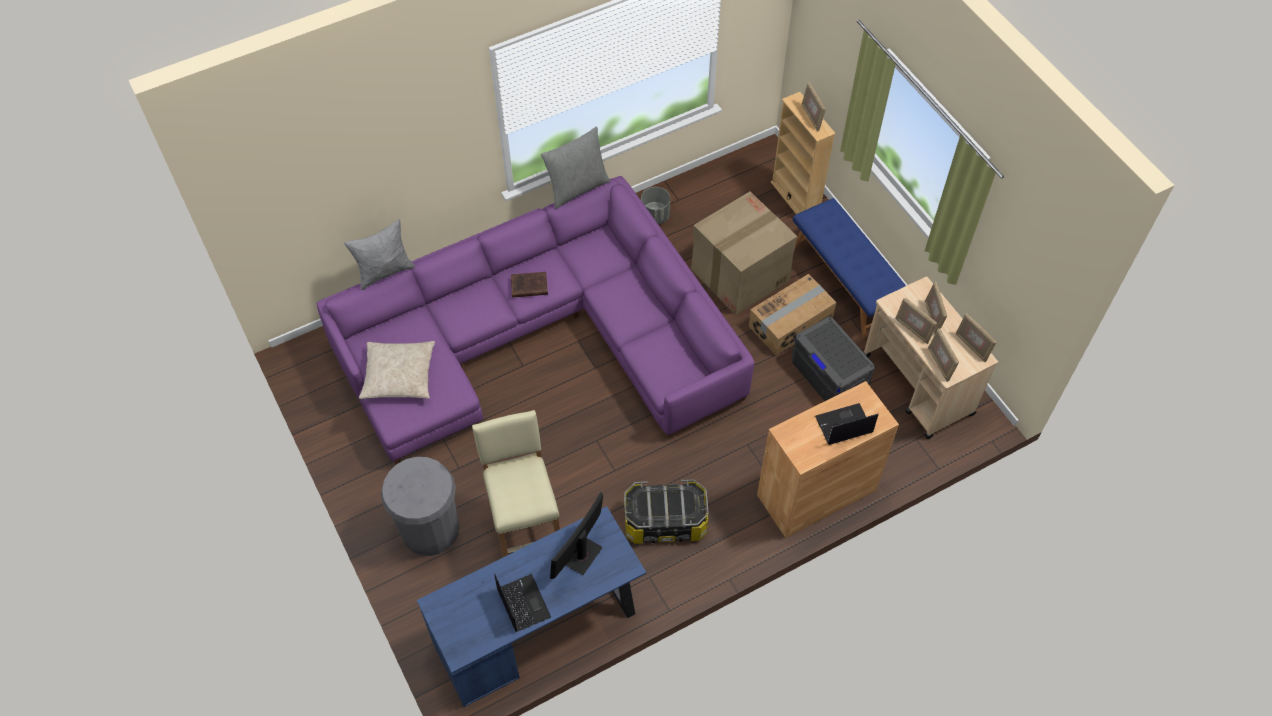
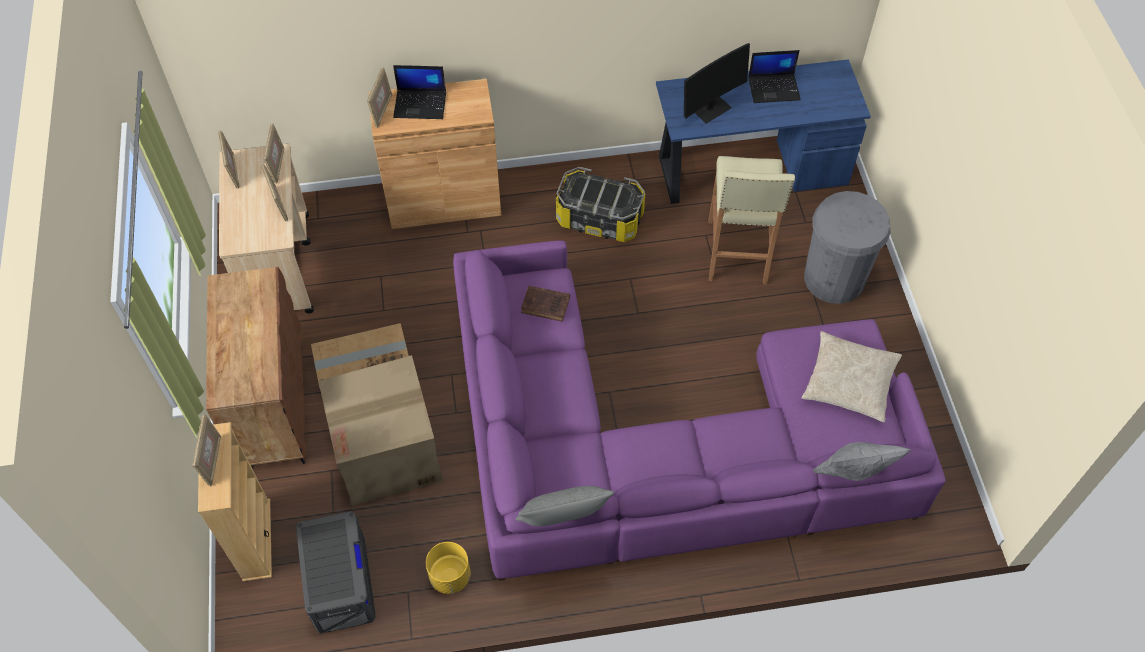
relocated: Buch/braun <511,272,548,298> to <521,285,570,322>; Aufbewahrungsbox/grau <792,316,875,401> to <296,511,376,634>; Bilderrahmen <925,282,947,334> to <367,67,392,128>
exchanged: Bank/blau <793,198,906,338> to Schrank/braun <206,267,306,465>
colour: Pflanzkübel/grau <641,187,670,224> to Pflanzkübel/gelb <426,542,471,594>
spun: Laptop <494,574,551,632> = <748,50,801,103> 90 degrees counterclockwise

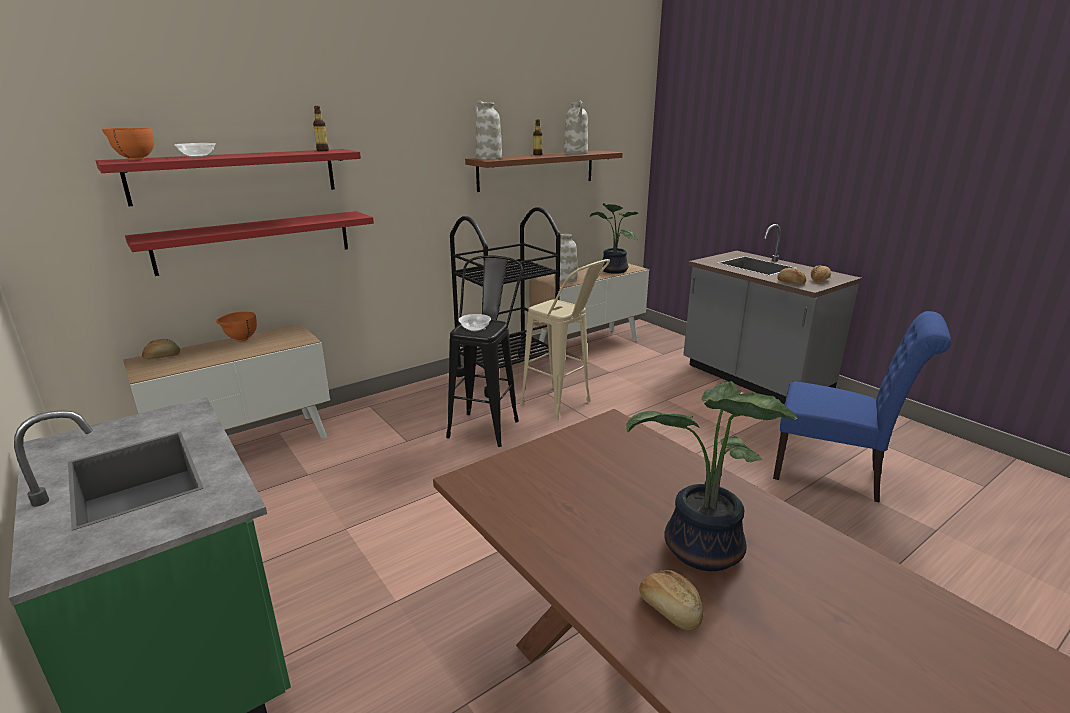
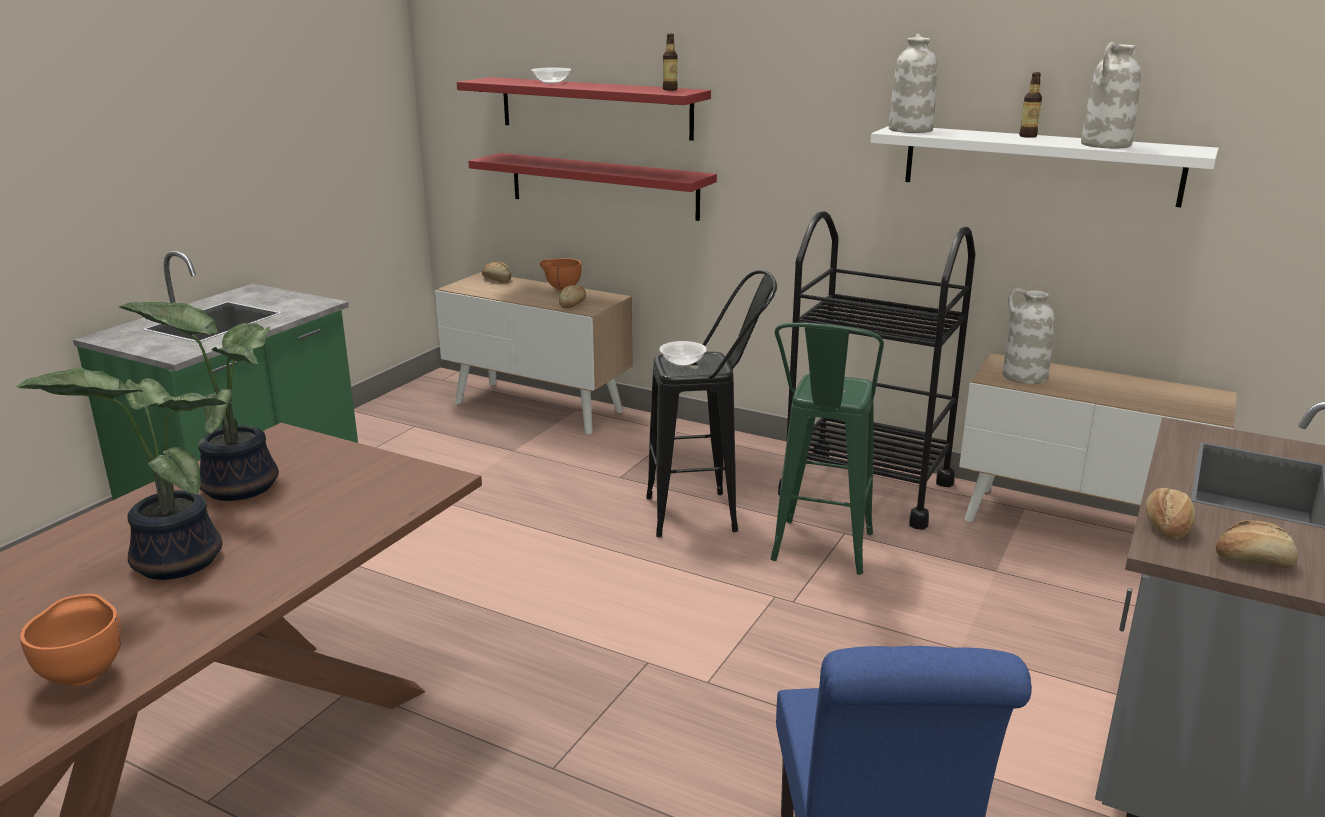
relocated: Schüssel/orange <102,128,154,161> to <20,594,121,686>; Topfpflanze <590,203,638,274> to <118,302,279,501>; Brot <639,570,703,630> to <559,285,586,308>
colour: Wandregal/braun <465,150,623,192> to Wandregal/weiß <871,126,1219,207>; Hocker/beige <520,259,610,420> to Hocker/grün <771,323,884,575>

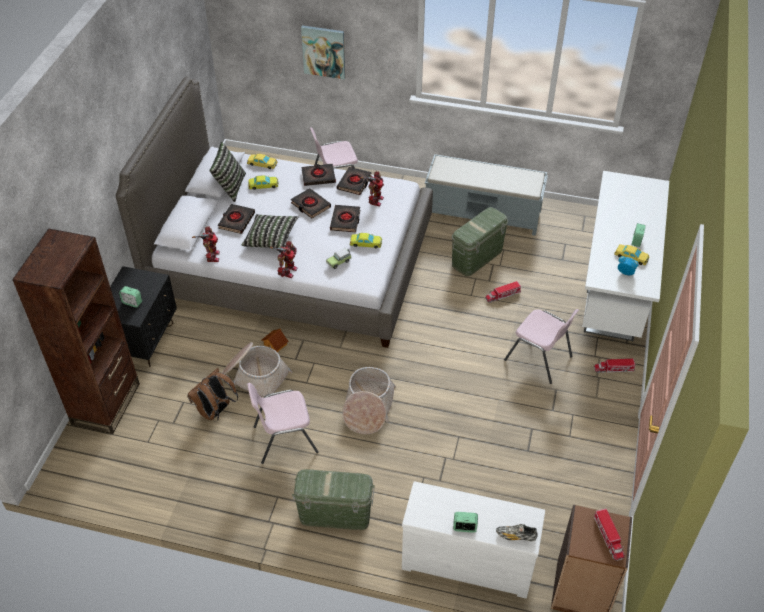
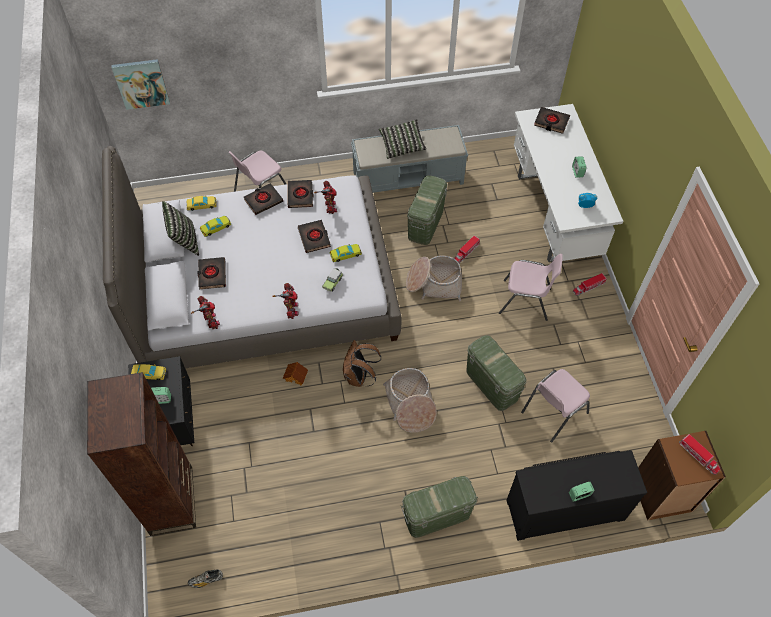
appeared: Aufbewahrungsbox/grün <466,335,526,411>
relocated: Rucksack/braun <187,368,238,421> to <343,340,381,387>; Korb <222,342,293,397> to <406,255,462,301>; Kissen <242,214,298,248> to <379,119,426,159>; Stuhl/rosa <247,383,319,464> to <521,369,590,443>; Buch/schwarz <291,188,331,219> to <534,107,570,134>; Bild <301,25,345,79> to <111,59,170,110>; Schuh <496,524,538,541> to <188,569,223,588>; Spielzeugauto/gelb <614,244,650,265> to <131,364,166,380>
colour: Kommode/weiß <402,481,545,598> to Kommode/schwarz <506,450,647,541>

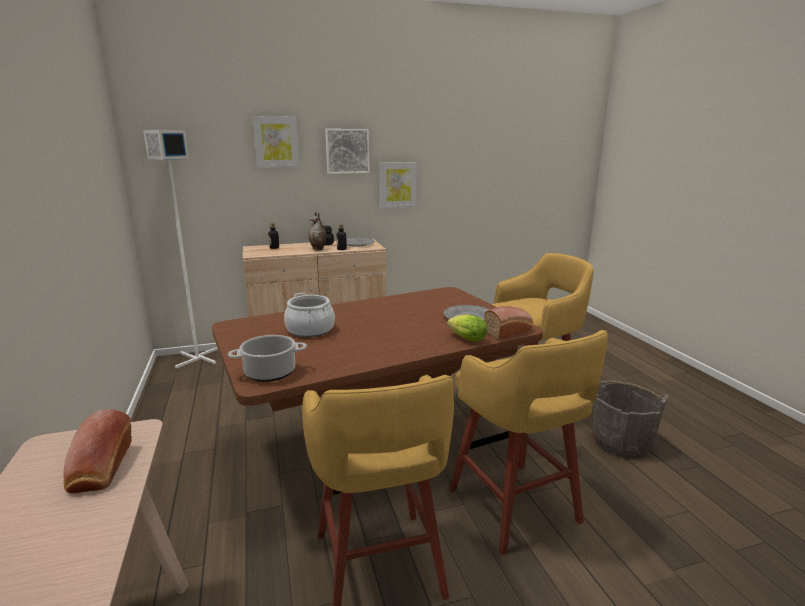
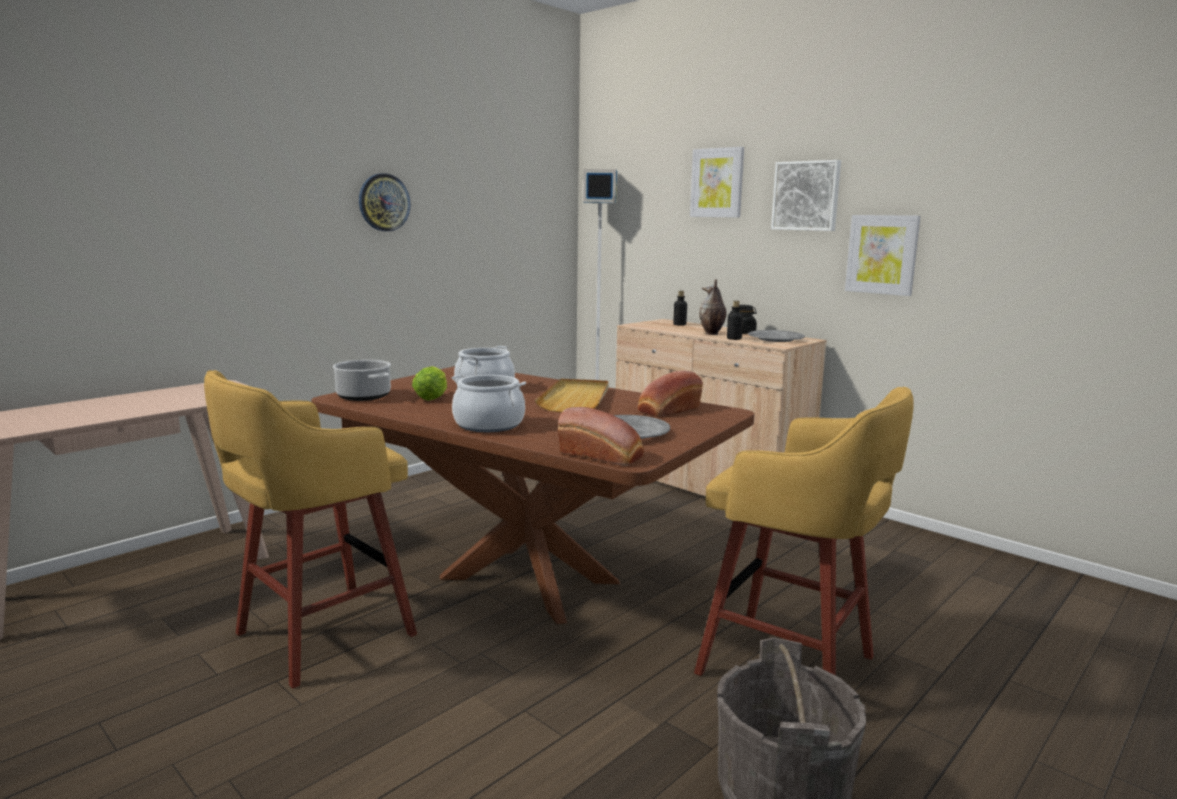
missing: Hocker/gelb <449,330,608,555>
appeared: Wanduhr <359,173,411,231>; Kochtopf <451,375,526,432>; Tablett/beige <535,379,608,412>
relocated: Brot <63,409,132,494> to <638,370,703,417>; Salatkopf <447,314,487,342> to <412,366,447,401>

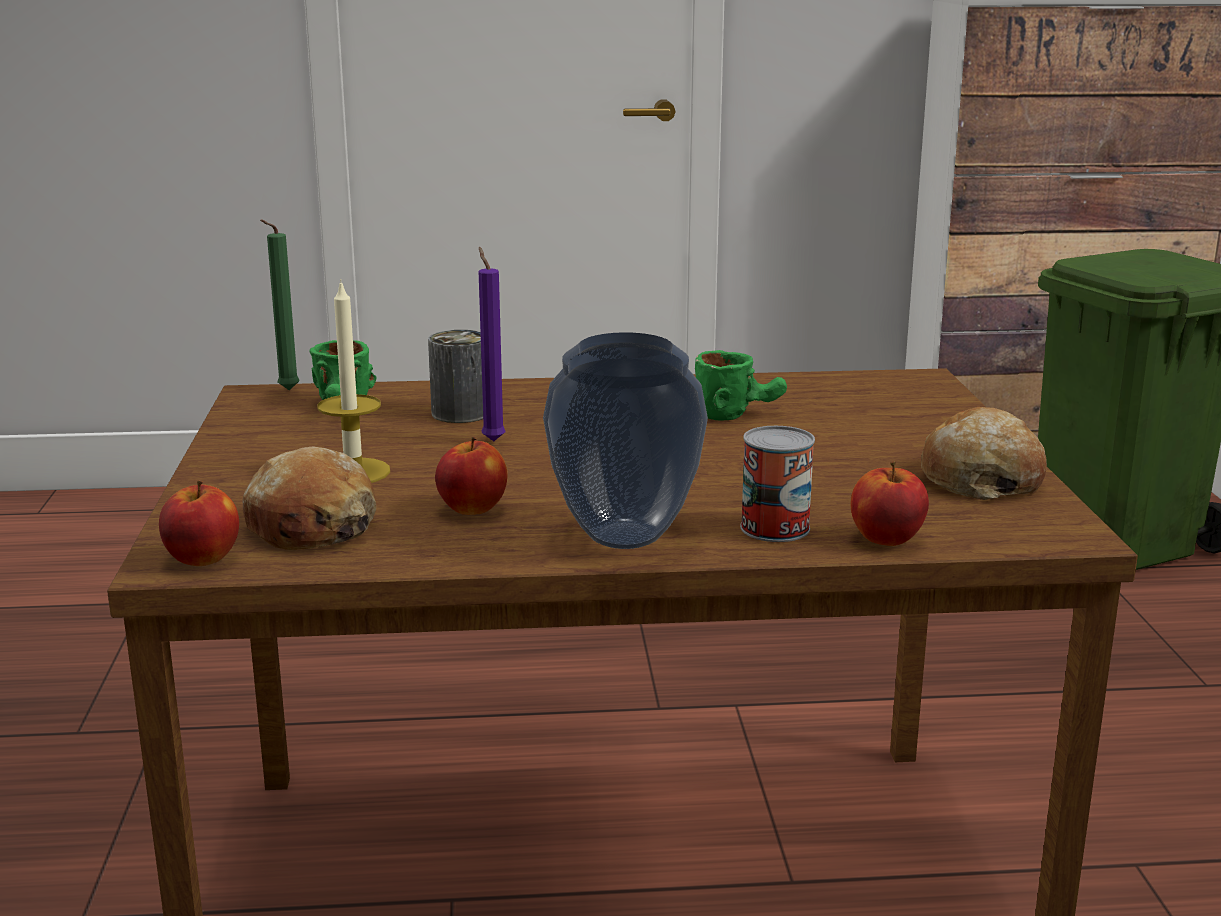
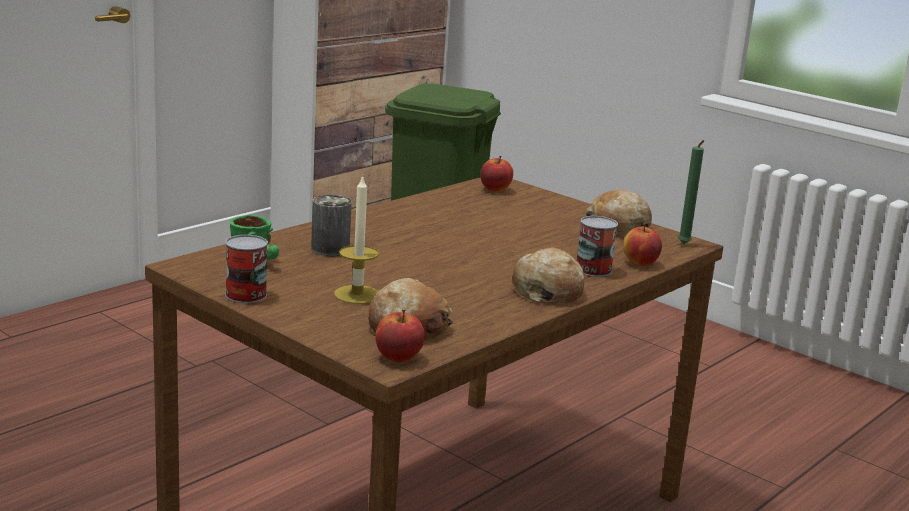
missing: Kerze/lila <478,247,505,441>; Henkelbecher/grün <695,350,787,420>
appeared: Dose <225,235,268,303>
relocated: Kerze/grün <260,220,299,390> to <678,140,704,244>; Apfel <435,437,507,515> to <480,156,513,192>
exchanged: Vase <543,332,708,549> to Brot <512,247,584,303>

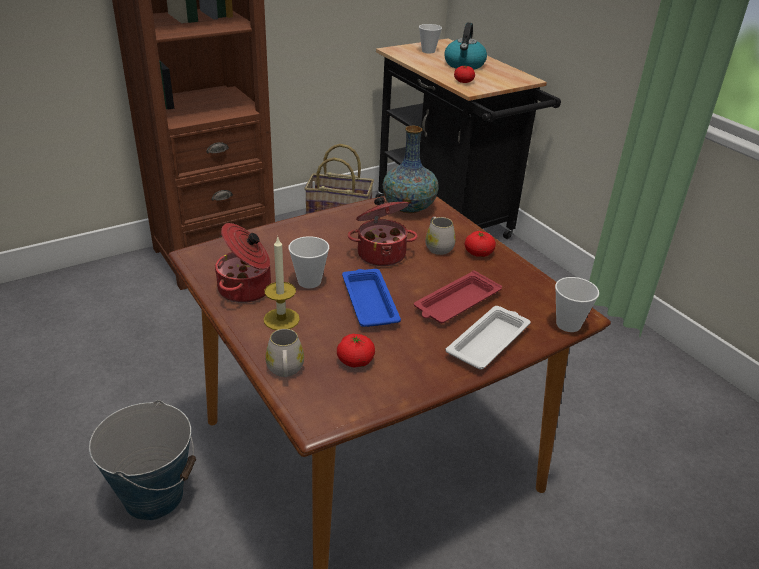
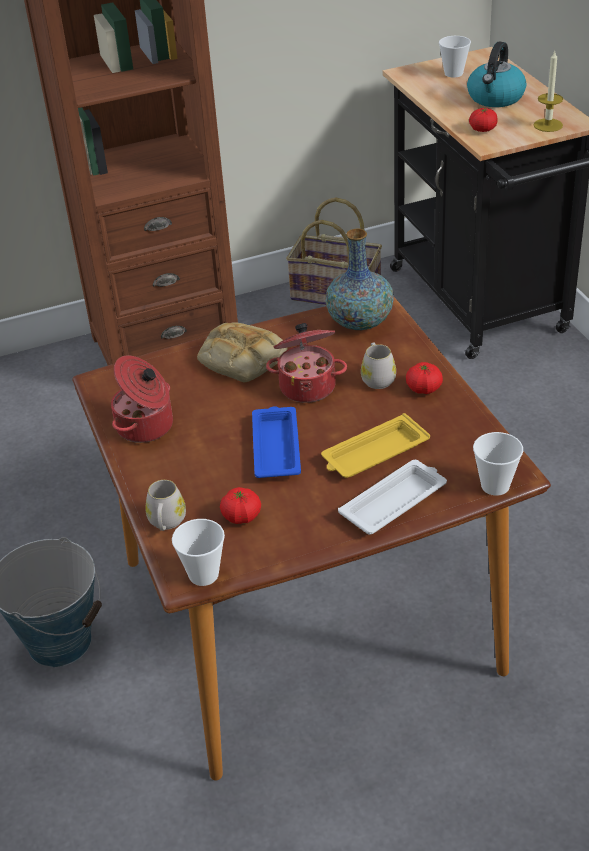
appeared: Brot <197,322,287,382>
relocated: Kerze <264,236,300,330> to <534,51,563,132>; Tasse <288,236,329,288> to <172,519,225,586>
colour: Tablett/rot <414,270,502,323> to Tablett/gelb <321,413,430,478>

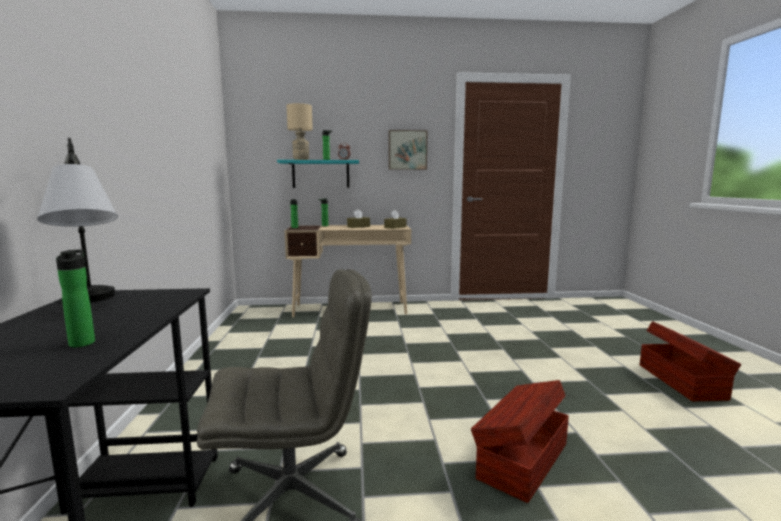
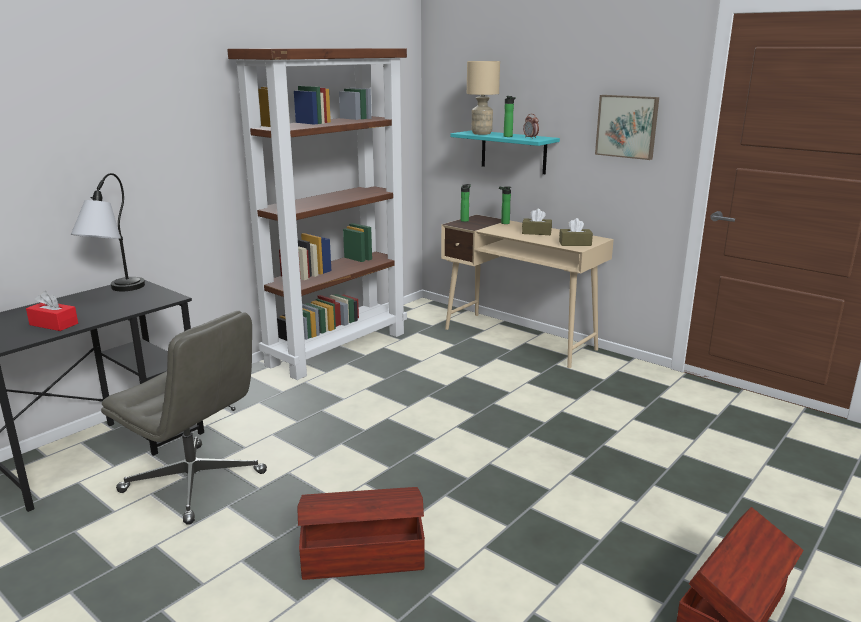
appeared: Bücherregal/braun <227,48,407,380>
exchanged: Flasche <56,250,95,347> to Taschentuchbox/rot <26,291,78,331>

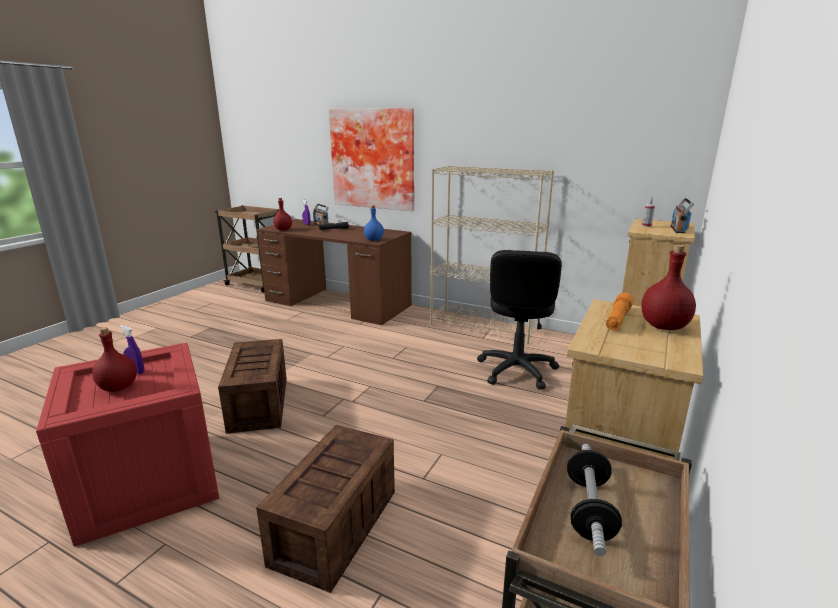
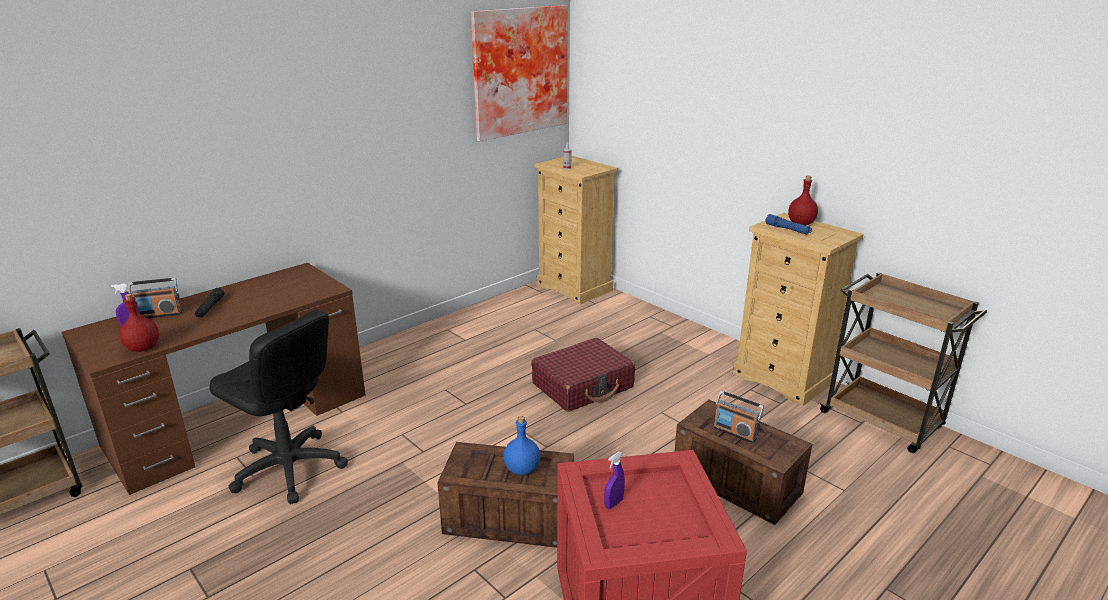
missing: Flasche/rot <92,327,137,392>; Bücherregal/beige <430,166,554,344>; Hantel <567,444,622,556>
appeared: Koffer/rot <531,338,635,412>
relocated: Bild <329,108,414,211> to <471,5,568,141>; Flasche/blau <364,206,384,241> to <503,416,540,475>; Bürostuhl/schwarz <477,250,562,390> to <209,310,348,504>; Radio <671,198,694,233> to <713,391,764,443>
colour: Taschenlampe/orange <606,293,633,330> to Taschenlampe/blau <765,214,812,235>

